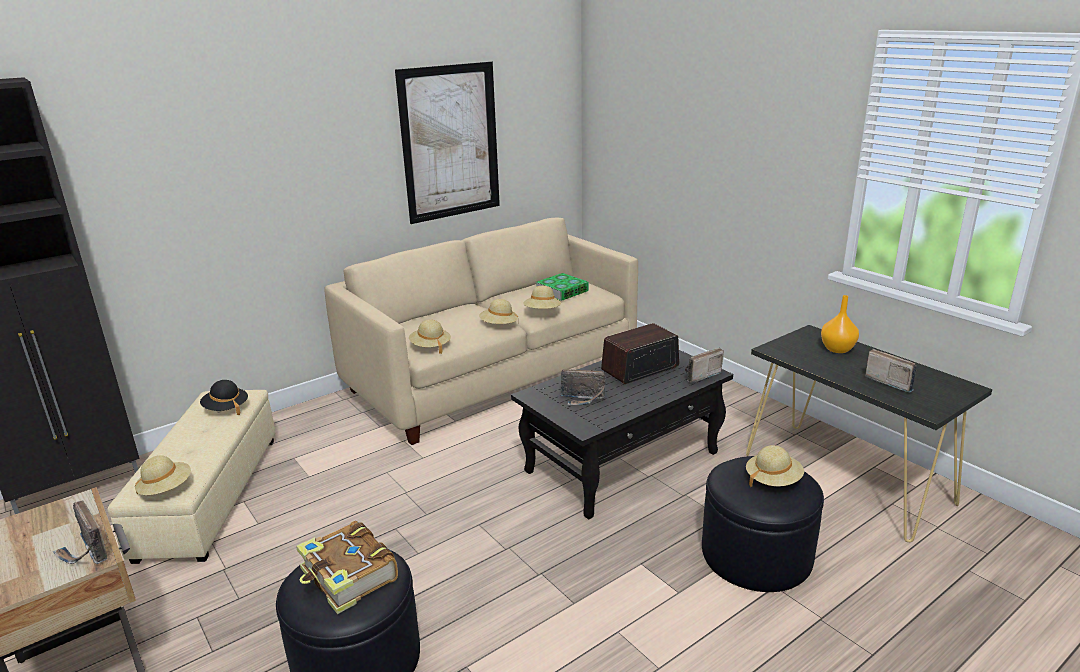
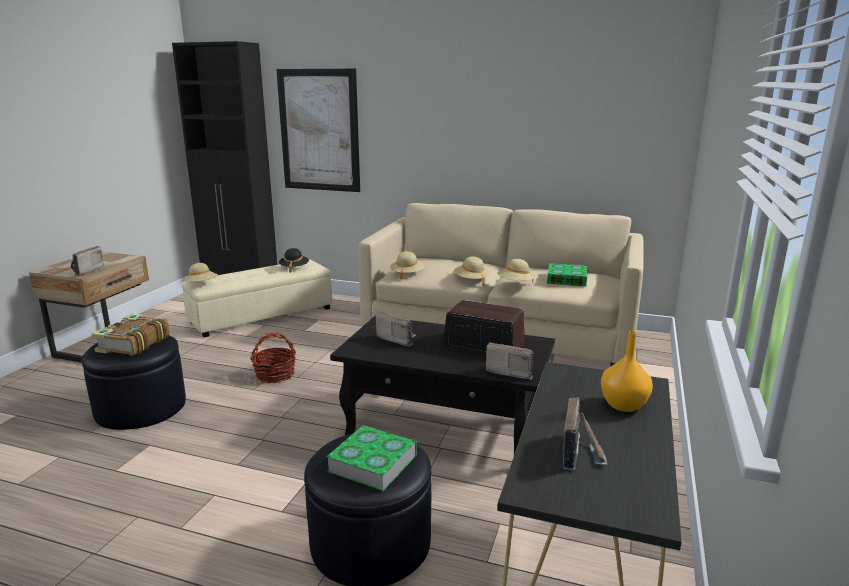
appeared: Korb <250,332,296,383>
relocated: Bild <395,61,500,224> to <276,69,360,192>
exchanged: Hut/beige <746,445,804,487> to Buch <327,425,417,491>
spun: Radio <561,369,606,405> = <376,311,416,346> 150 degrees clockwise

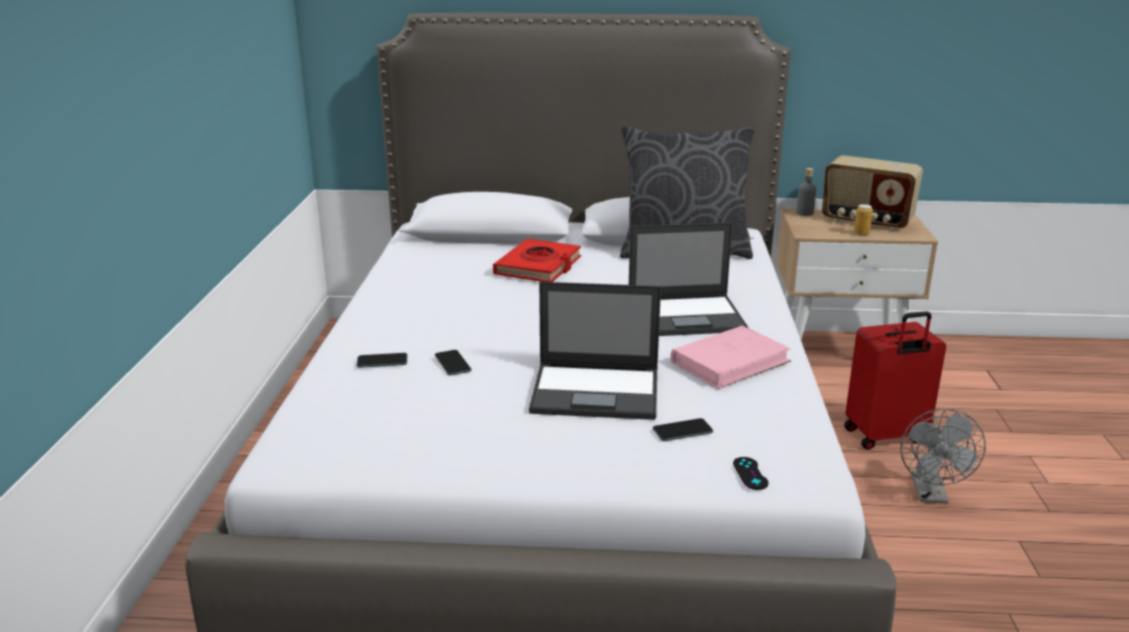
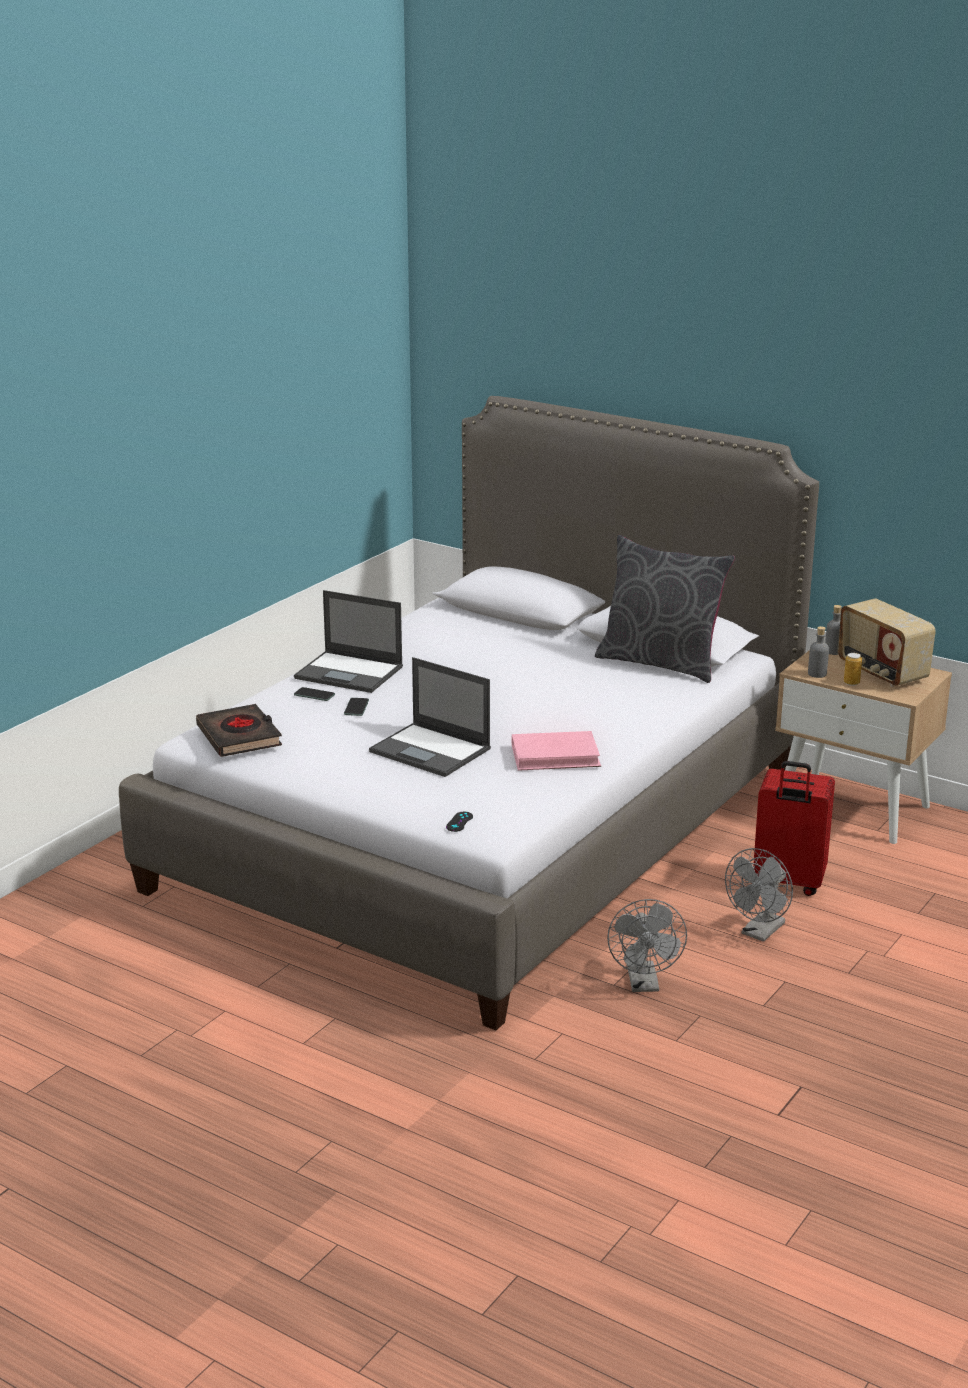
missing: Buch/rot <493,239,581,282>; Handy <653,418,713,441>
appeared: Buch/schwarz <196,704,282,757>; Ventilator/grau <607,899,687,992>; Flasche/grau <808,626,829,678>
relocated: Laptop <629,223,748,336> to <294,590,403,693>

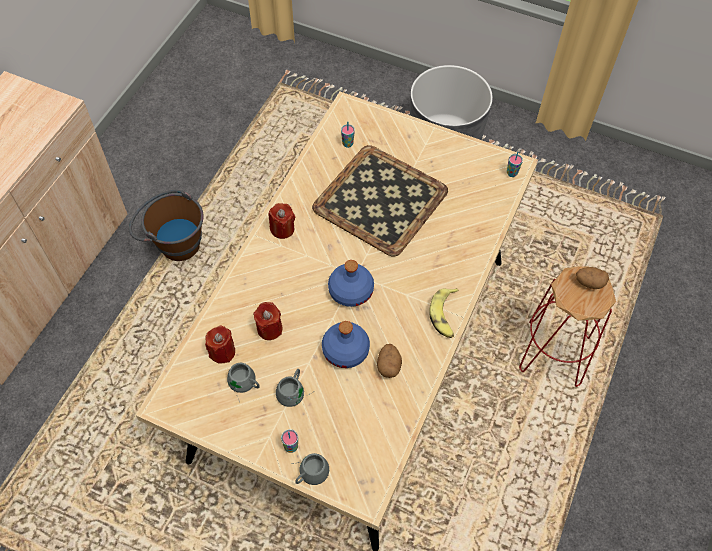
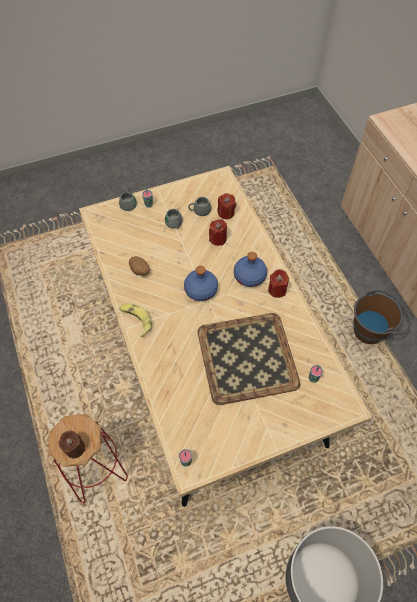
relocated: Flasche/blau <322,321,370,368> to <234,252,267,287>
exchanged: Kartoffel <576,267,609,289> to Kerze/braun <58,430,85,459>

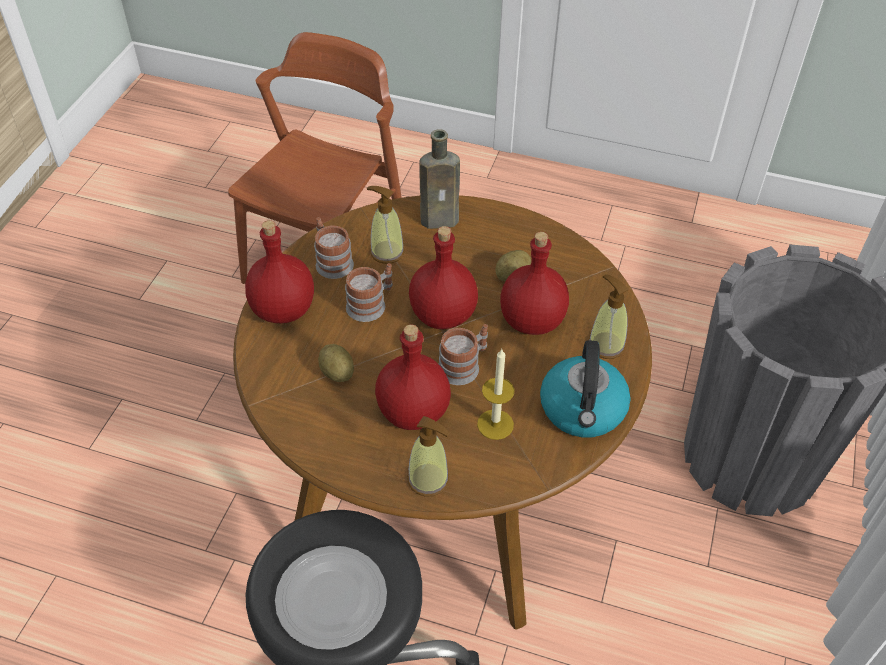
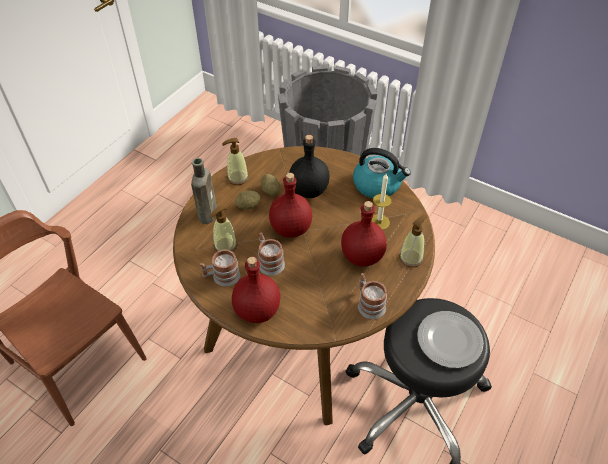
relocated: Kartoffel <318,344,354,382> to <235,190,261,210>; Henkelbecher <439,324,488,385> to <358,273,387,319>; Seifenspender <589,274,629,359> to <222,138,249,185>
colour: Flasche/rot <500,232,569,335> to Flasche/schwarz <289,135,330,198>

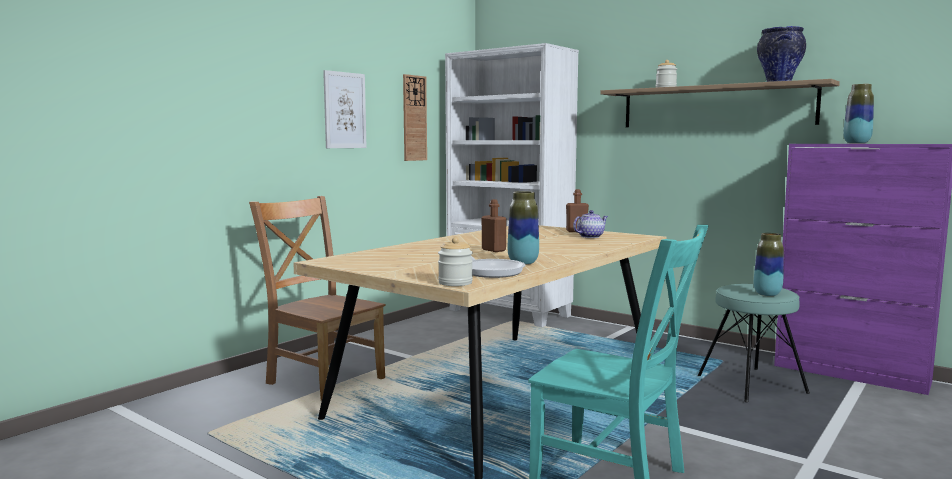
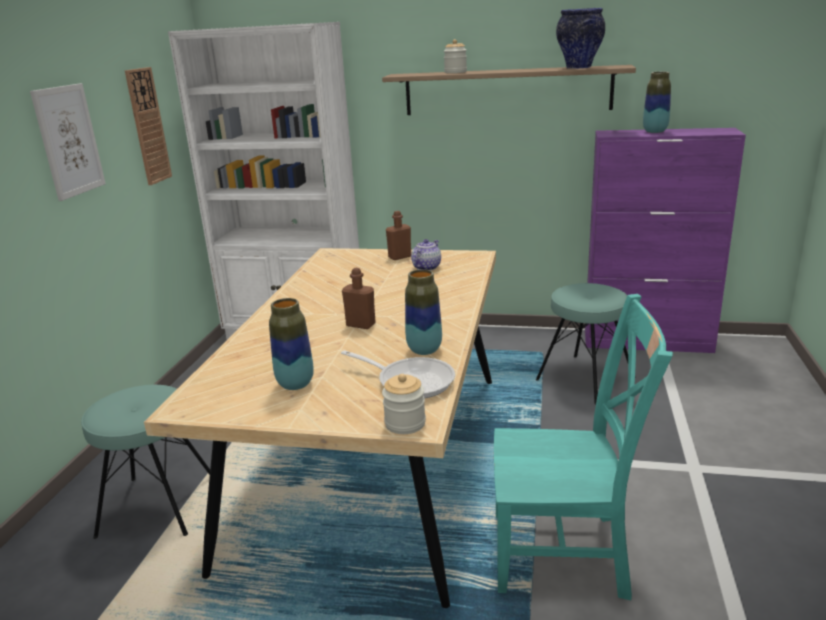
relocated: Vase <754,233,784,296> to <269,298,314,390>
exchanged: Stuhl/braun <249,196,385,401> to Hocker/türkis <81,385,210,539>

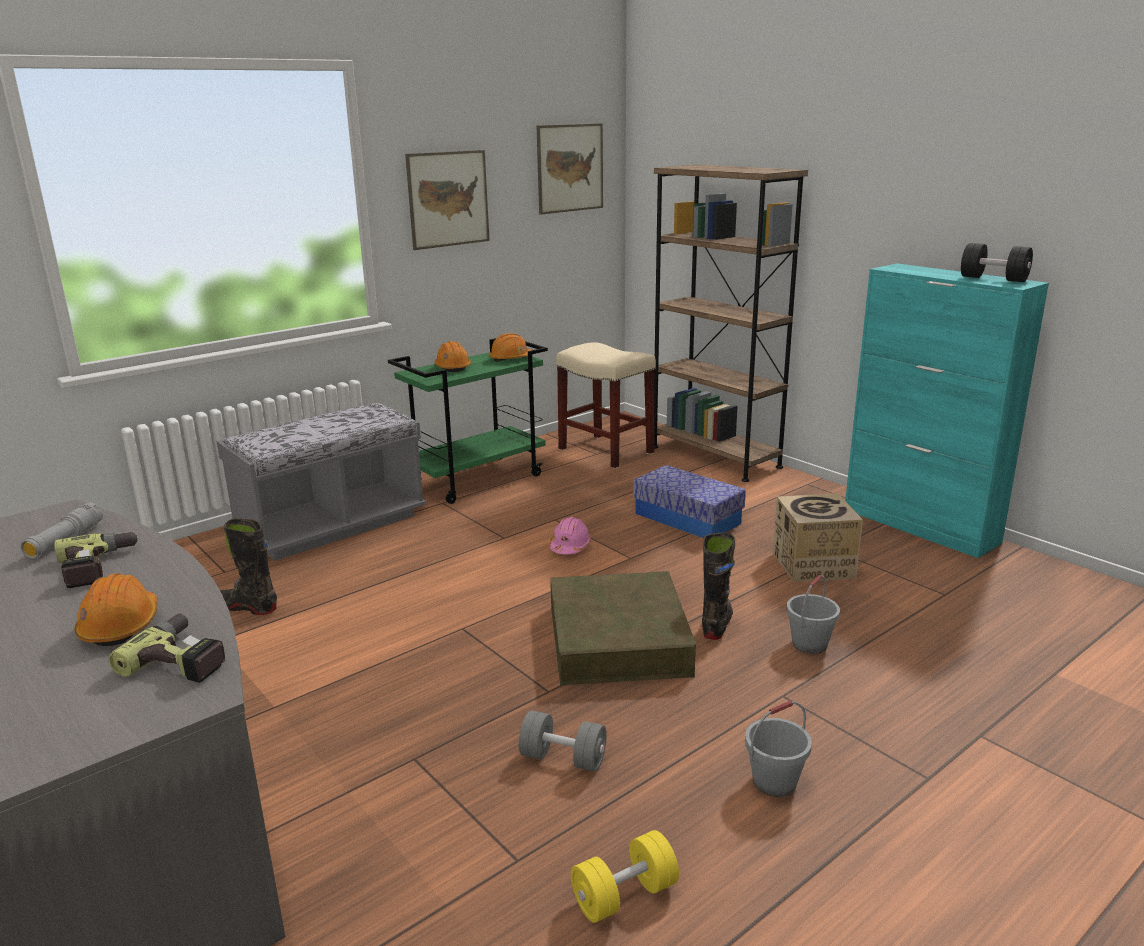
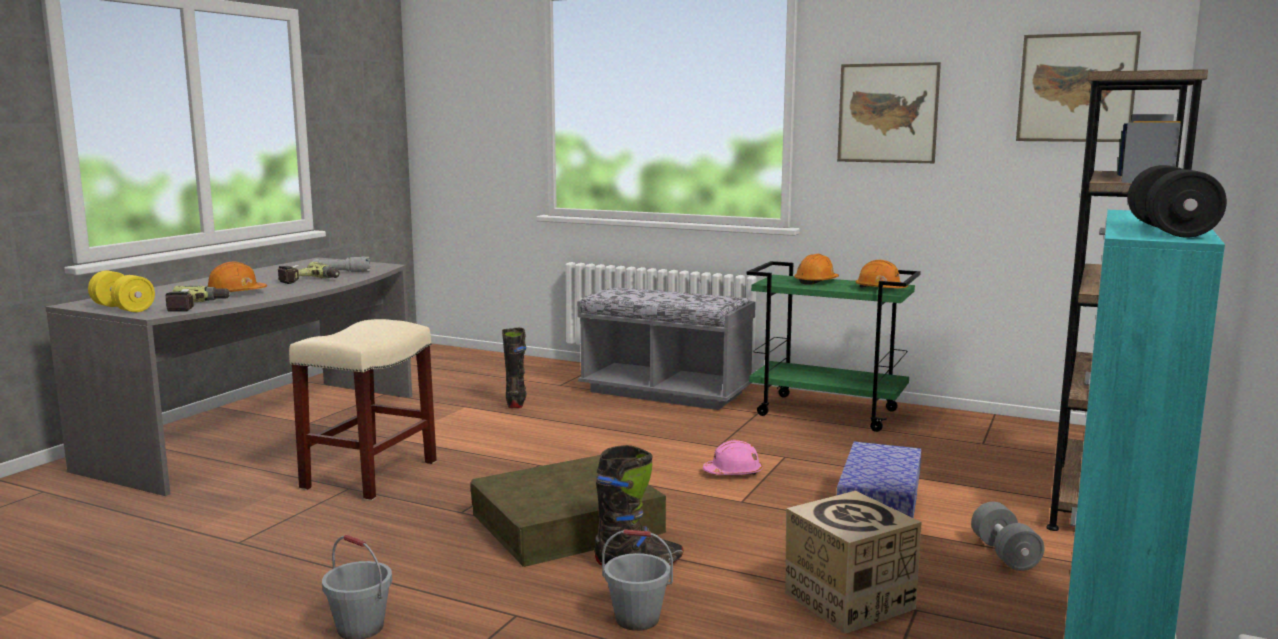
relocated: Hantel/grau <519,710,607,772> to <971,502,1044,571>; Hocker/beige <556,342,656,469> to <289,319,437,501>; Hantel/gelb <571,830,679,923> to <88,271,155,312>

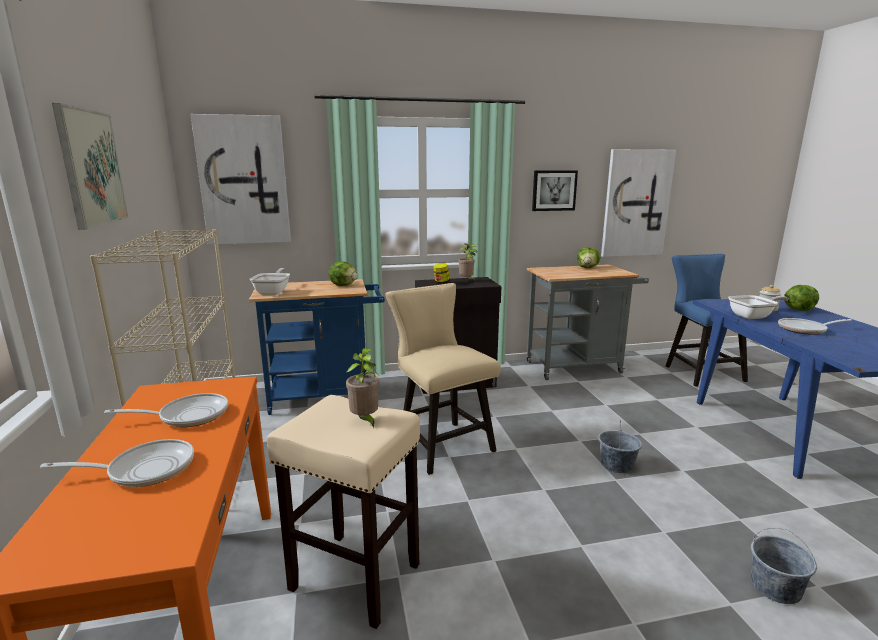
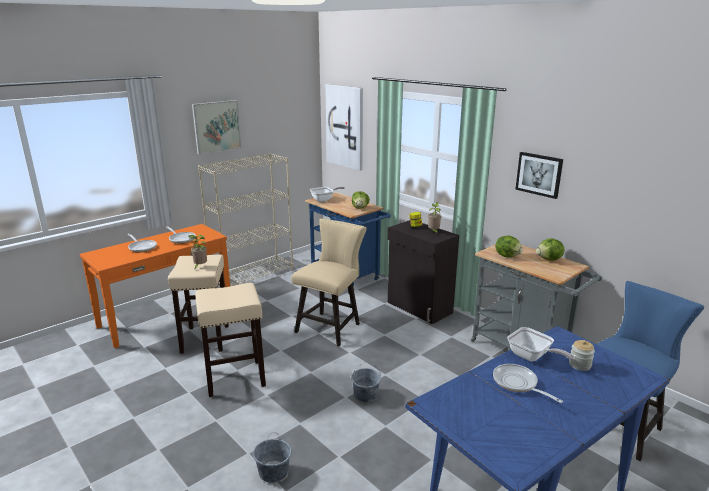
missing: Bild <601,149,676,257>
appeared: Hocker/beige <195,283,266,397>
relocated: Salatkopf <784,285,819,311> to <495,236,523,258>

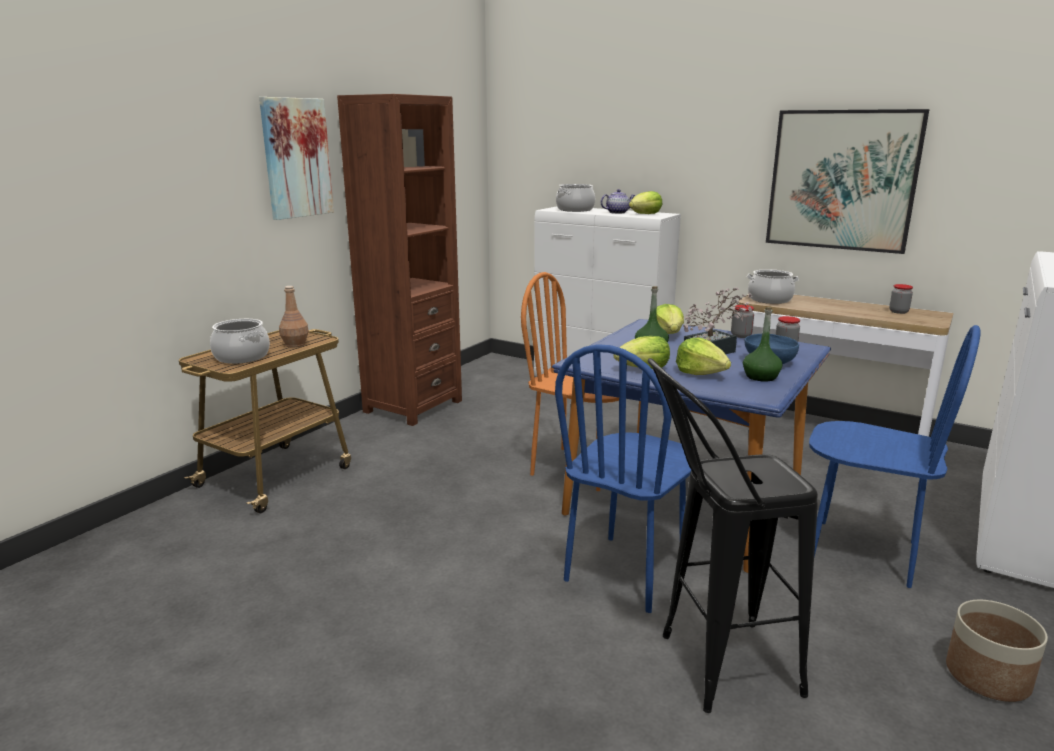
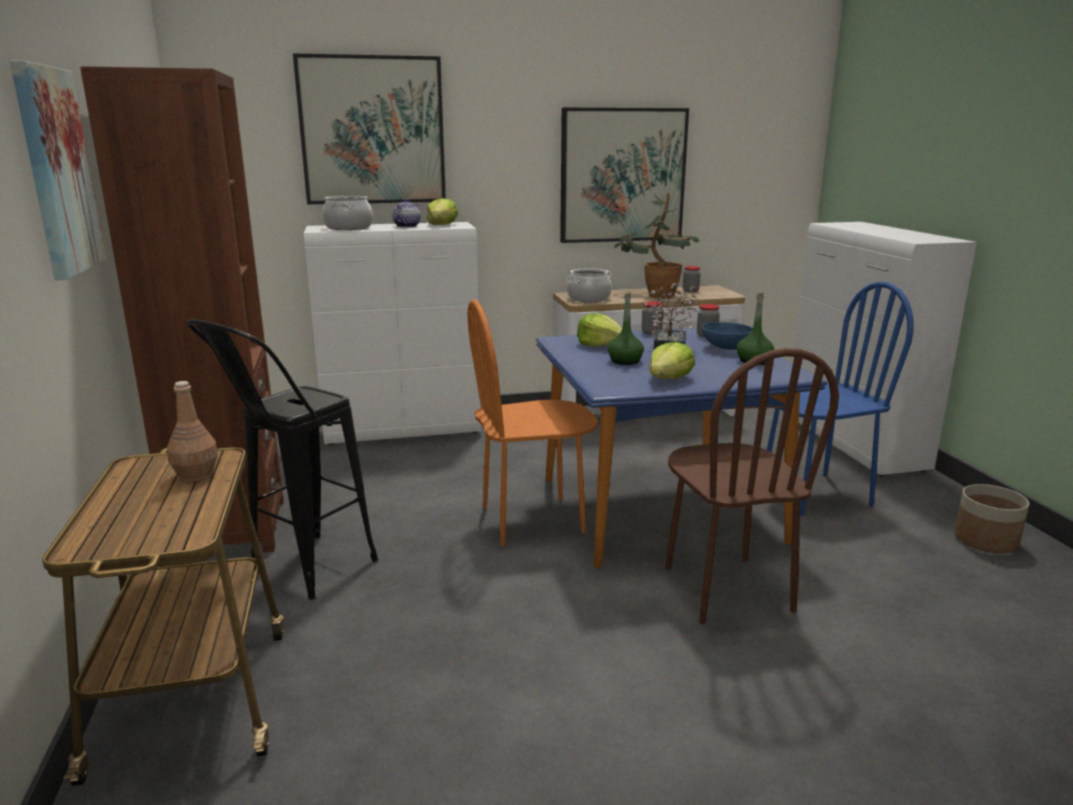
missing: Kochtopf <210,319,270,364>; Salatkopf <676,338,731,375>
appeared: Bild <293,53,446,204>; Topfpflanze <614,193,700,299>
relocated: Hocker/schwarz <648,358,818,713> to <187,319,378,600>
colour: Stuhl/blau <555,344,691,613> to Stuhl/braun <666,348,839,624>

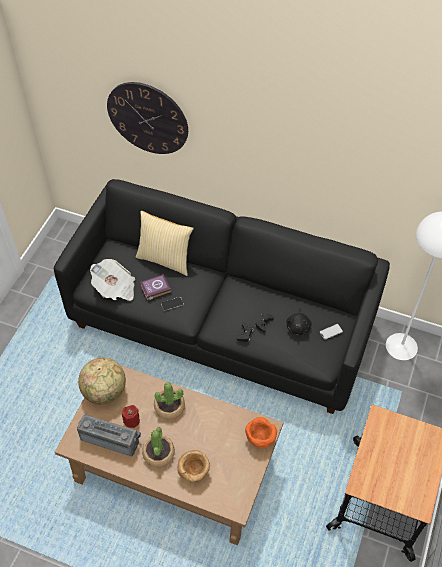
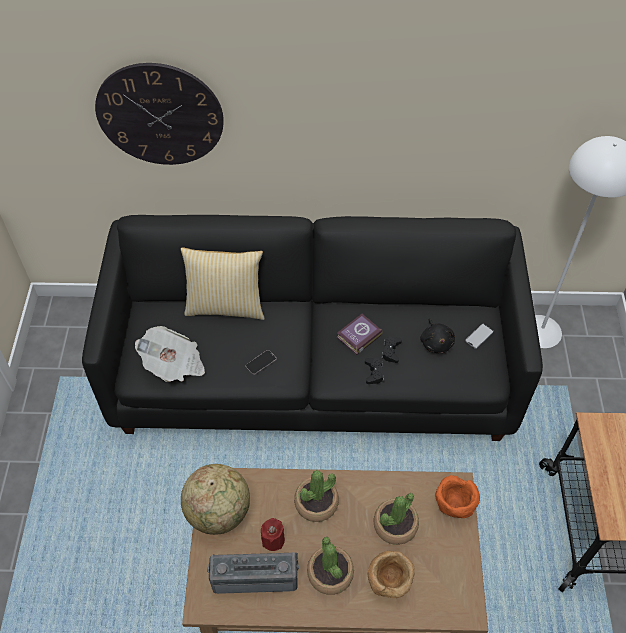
appeared: Topfpflanze <373,493,419,545>
relocated: Buch <140,274,171,301> to <337,314,383,355>

